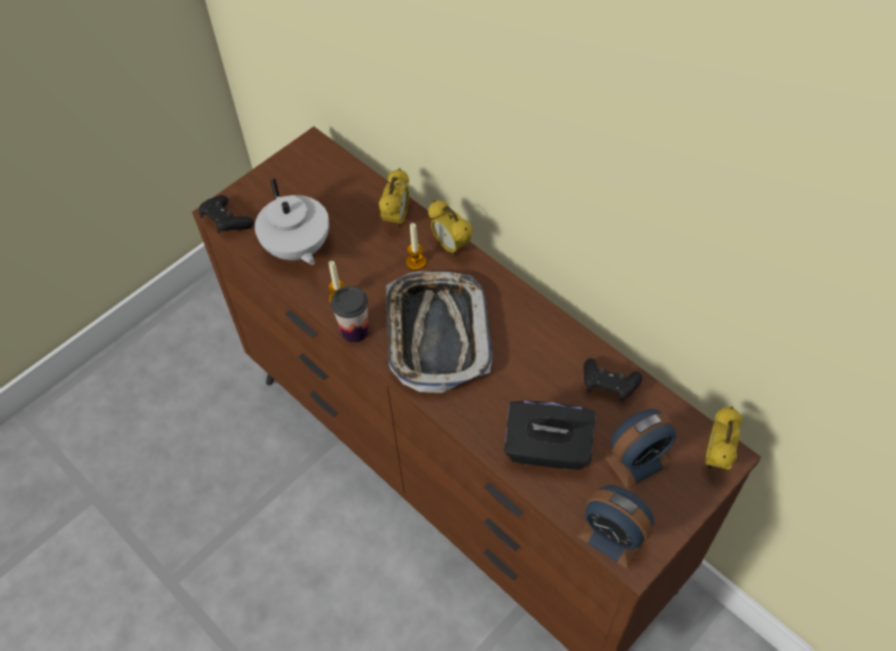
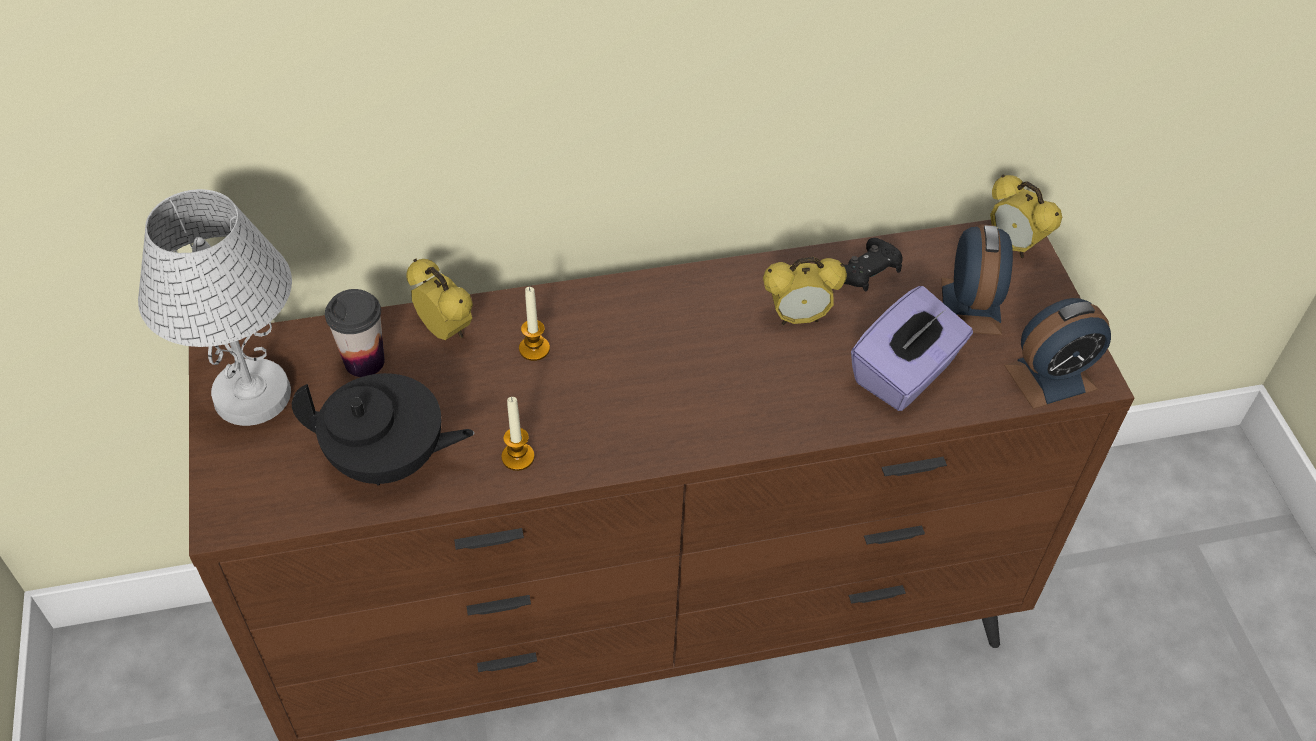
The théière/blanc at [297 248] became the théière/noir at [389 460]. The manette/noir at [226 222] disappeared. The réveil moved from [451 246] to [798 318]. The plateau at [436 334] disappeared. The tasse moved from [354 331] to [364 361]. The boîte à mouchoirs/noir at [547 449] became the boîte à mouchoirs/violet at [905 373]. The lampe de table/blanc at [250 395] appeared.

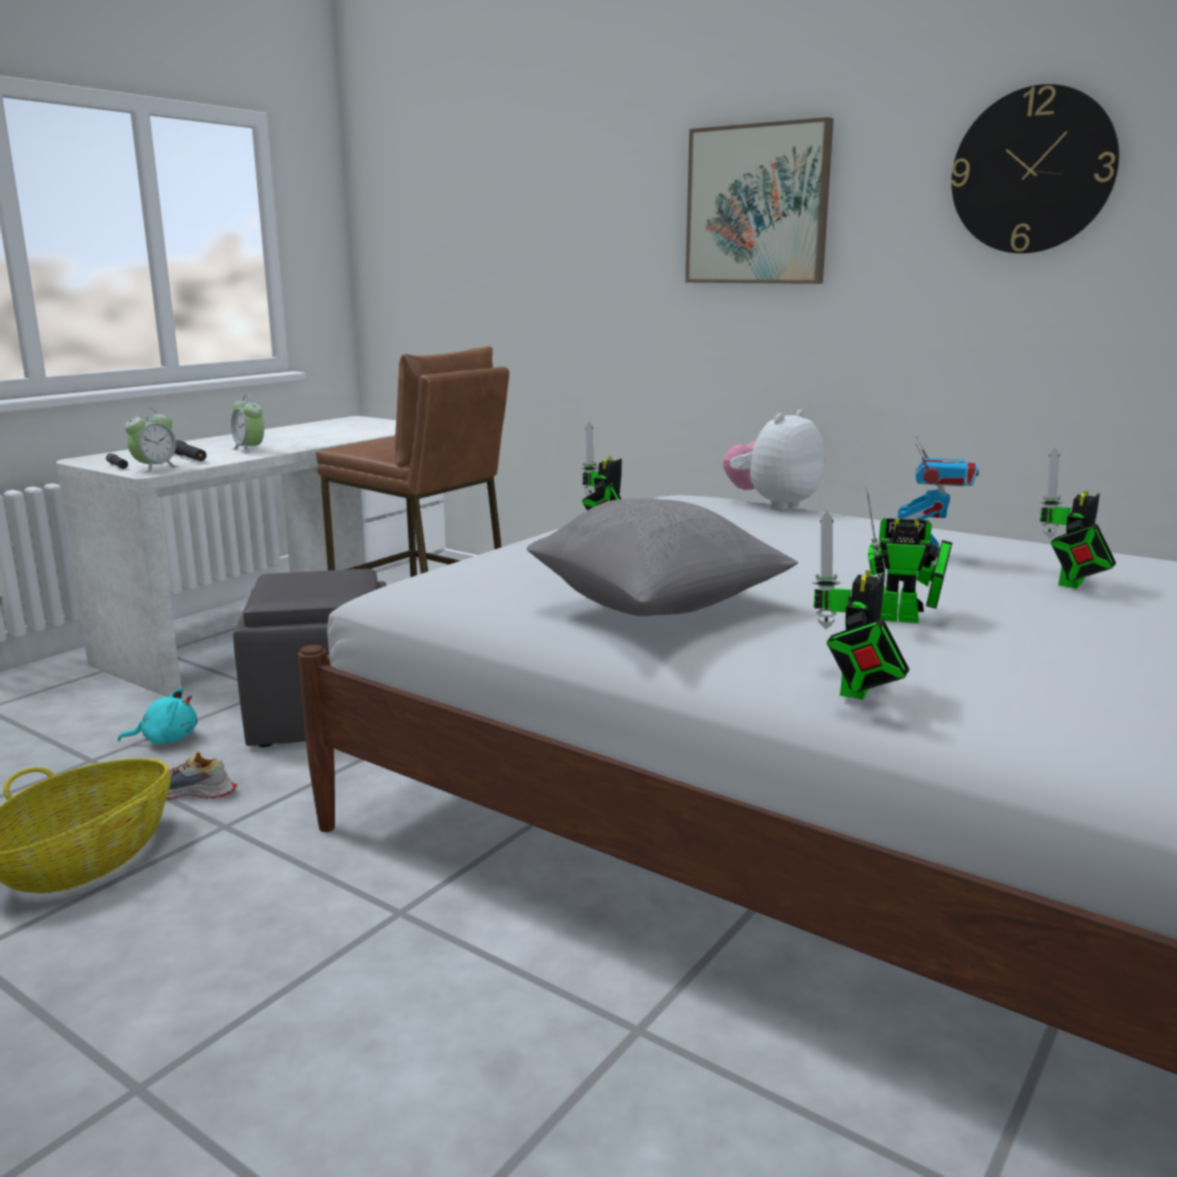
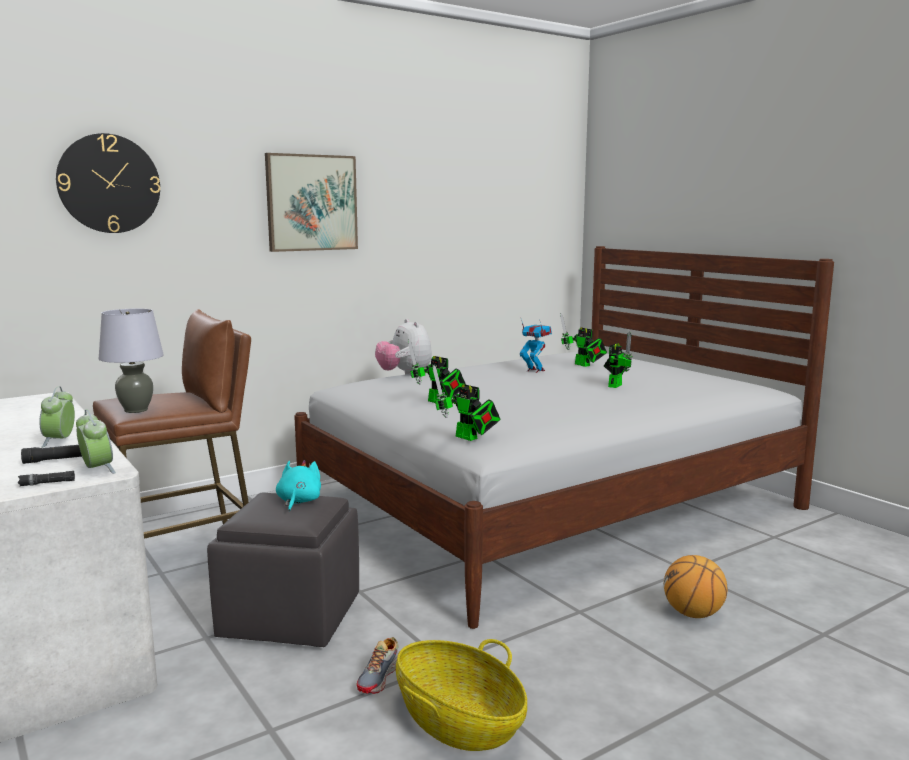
The horloge murale moved from [1032 171] to [109 183]. The réveil at [249 450] turned 105 degrees clockwise. The coussin/gris at [657 609] disappeared. The robot jouet moved from [854 692] to [469 438]. The peluche/turquoise moved from [166 739] to [298 501]. The lampe de table/gris at [136 410] appeared. The ballon de basket at [693 614] appeared.

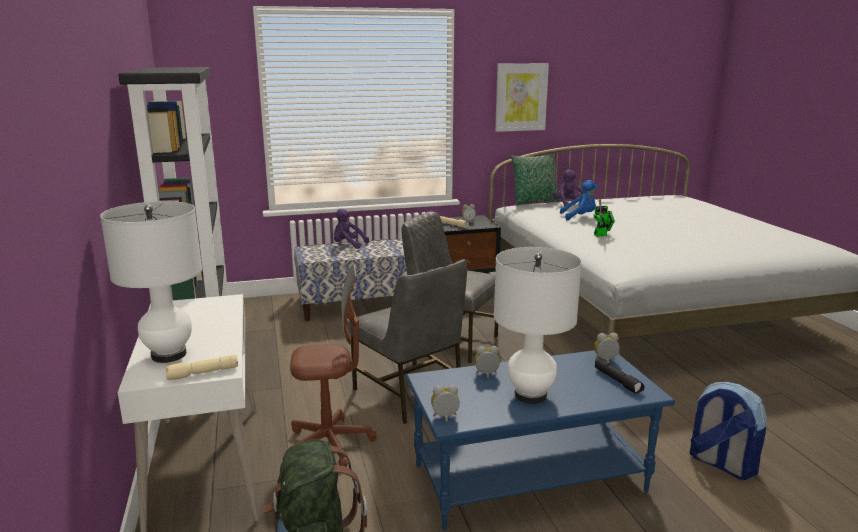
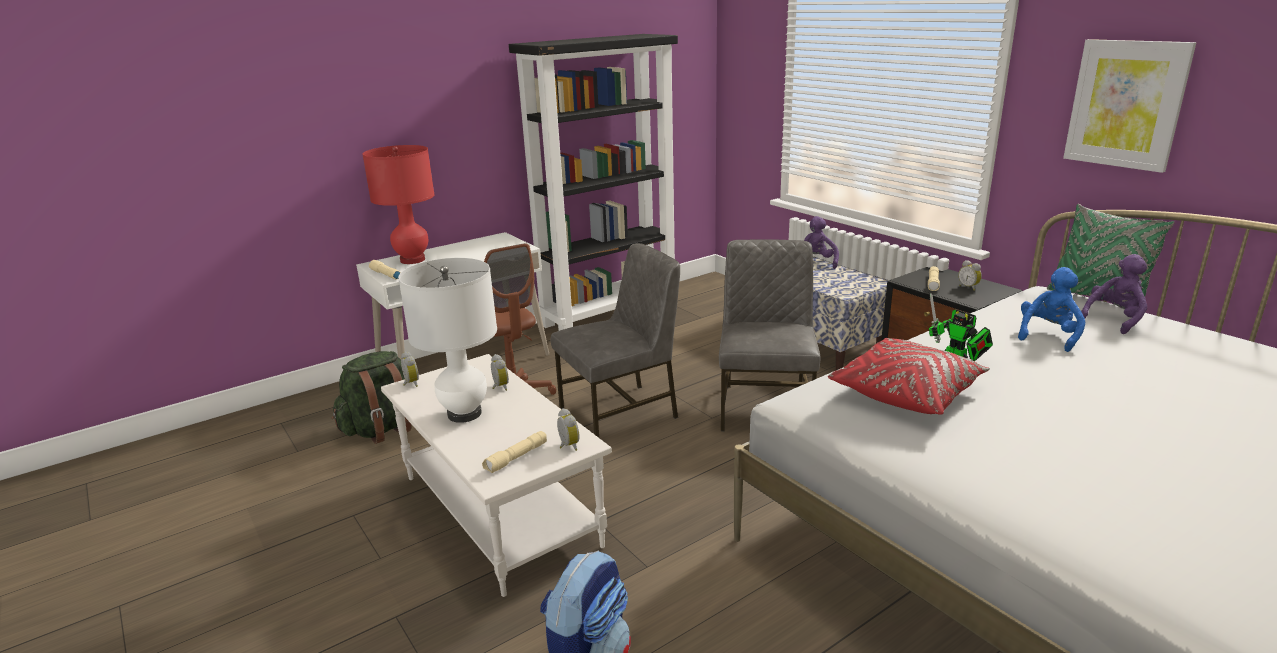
The peluche/bleu at [580 217] turned 120 degrees counterclockwise. The lampe de table/blanc at [168 355] became the lampe de table/rouge at [412 260]. The chaise/gris at [409 395] turned 150 degrees counterclockwise. The table basse/bleu at [529 479] became the table basse/blanc at [497 511]. The lampe de poche/noir at [618 381] became the lampe de poche/beige at [516 458]. The coussin/rouge at [906 392] appeared.

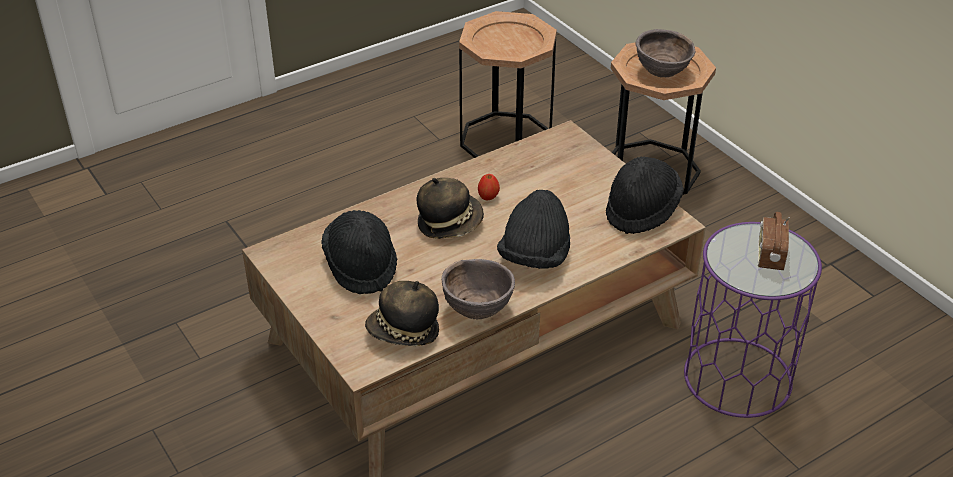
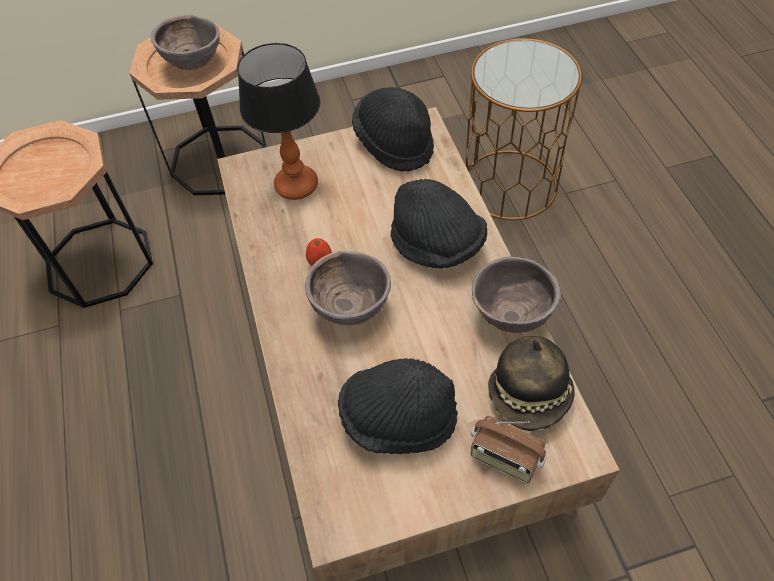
The chapeau at [449 223] was replaced by the bol/marron at [351 309]. The radio moved from [769 256] to [504 459]. The table d'appoint/violet at [737 378] became the table d'appoint/marron at [510 185]. The lampe de table at [295 186] appeared.

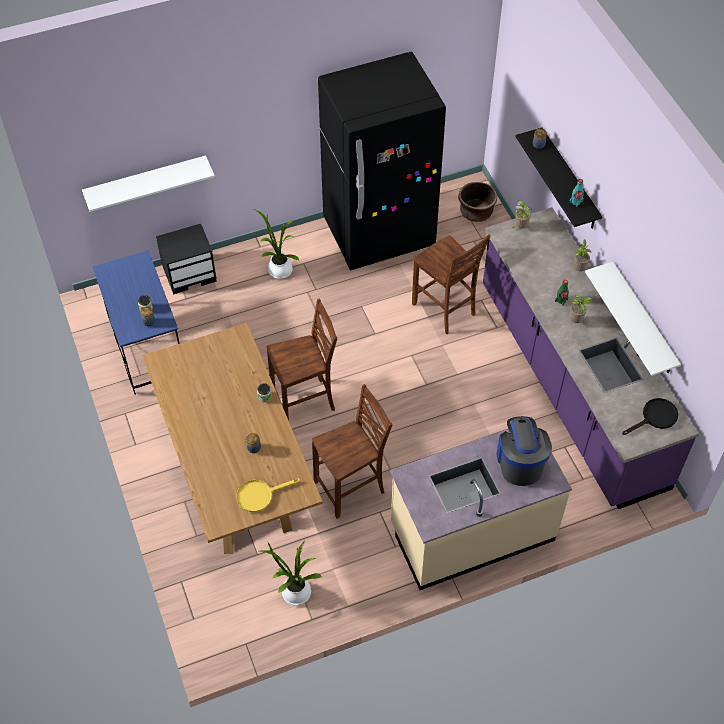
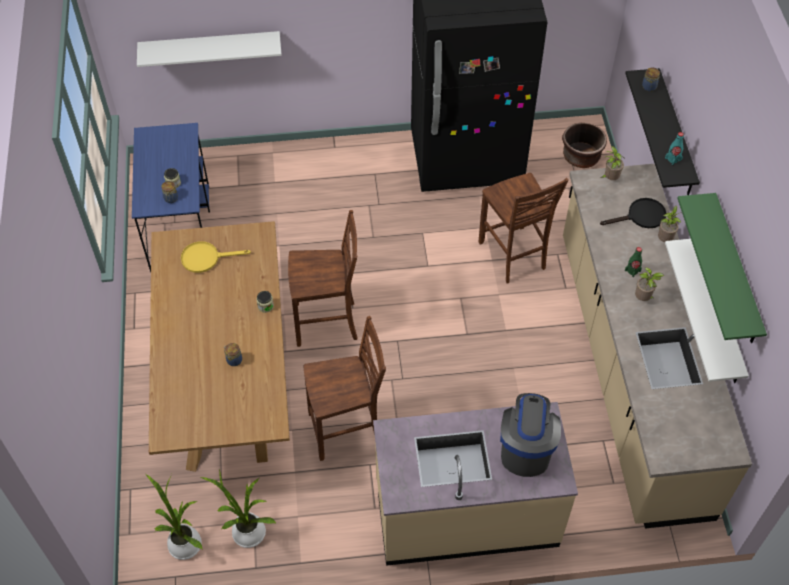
The comptoir de cuisine/violet at [570 385] became the comptoir de cuisine/beige at [630 371]. The plante en pot moved from [279 269] to [183 542]. The table de chevet/noir at [190 273] disappeared. The poêle/noir moved from [655 417] to [641 216]. The poêle/jaune moved from [259 495] to [206 258]. The étagère/vert at [735 271] appeared.

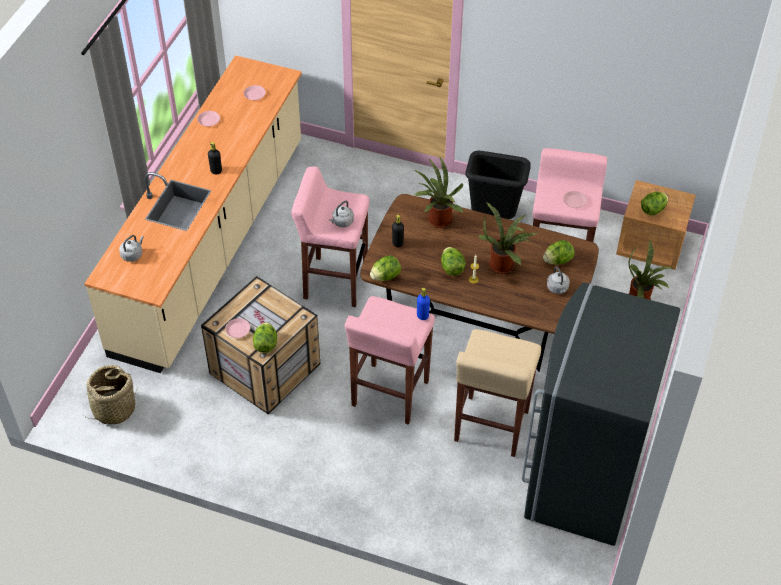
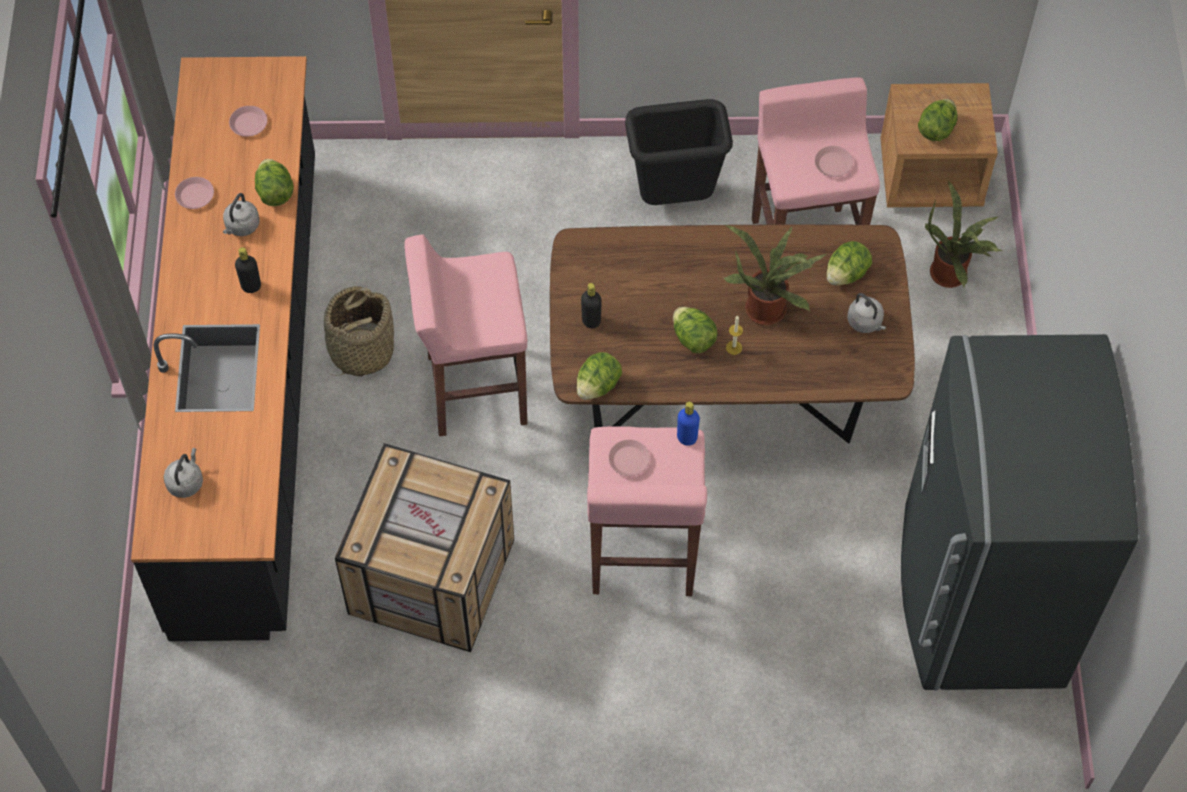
The comptoir de cuisine/beige at [212 245] became the comptoir de cuisine/noir at [250 389]. The plante en pot at [437 221] disappeared. The bouilloire/gris moved from [342 222] to [241 226]. The assiette/rose moved from [238 330] to [629 460]. The laitue moved from [265 344] to [275 192]. The tabouret/beige at [491 427] disappeared. The panier moved from [114 408] to [361 351].

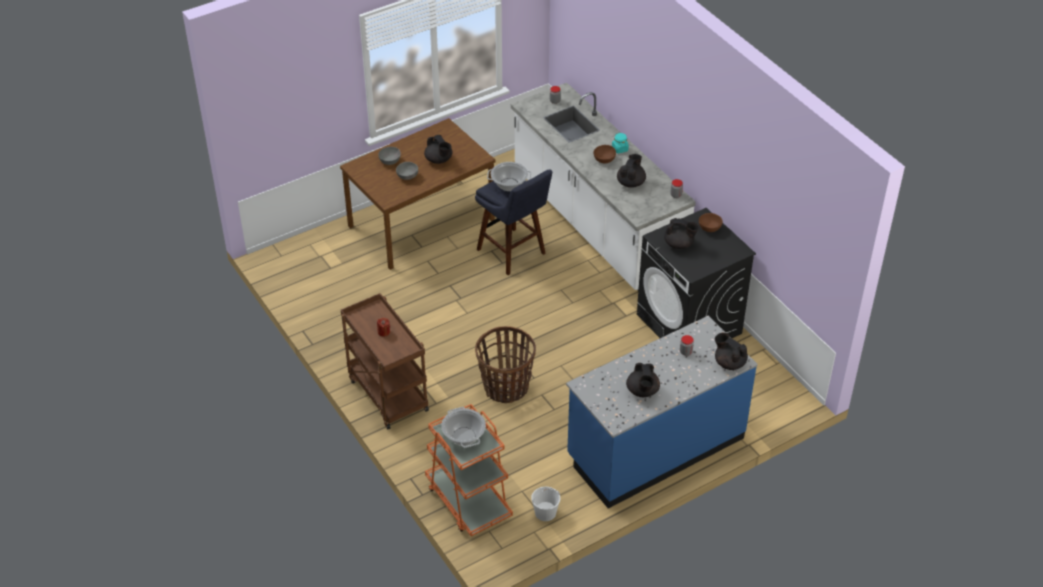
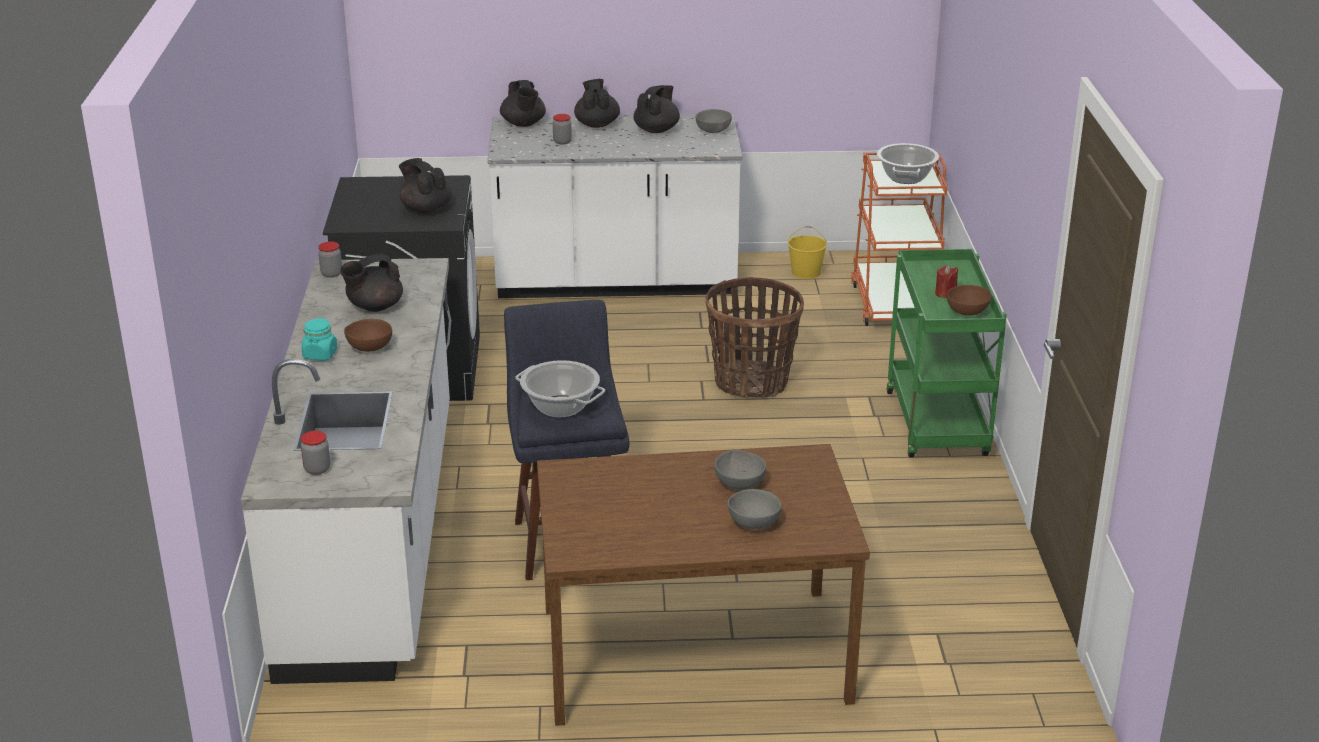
The théière/noir moved from [439 160] to [597 124]. The bol/marron moved from [708 228] to [968 312]. The chariot/marron at [386 394] became the chariot/vert at [938 426]. The comptoir de cuisine/bleu at [655 447] became the comptoir de cuisine/blanc at [616 281]. The seau/blanc at [545 512] became the seau/jaune at [806 272]. The bol/gris at [713 131] appeared.

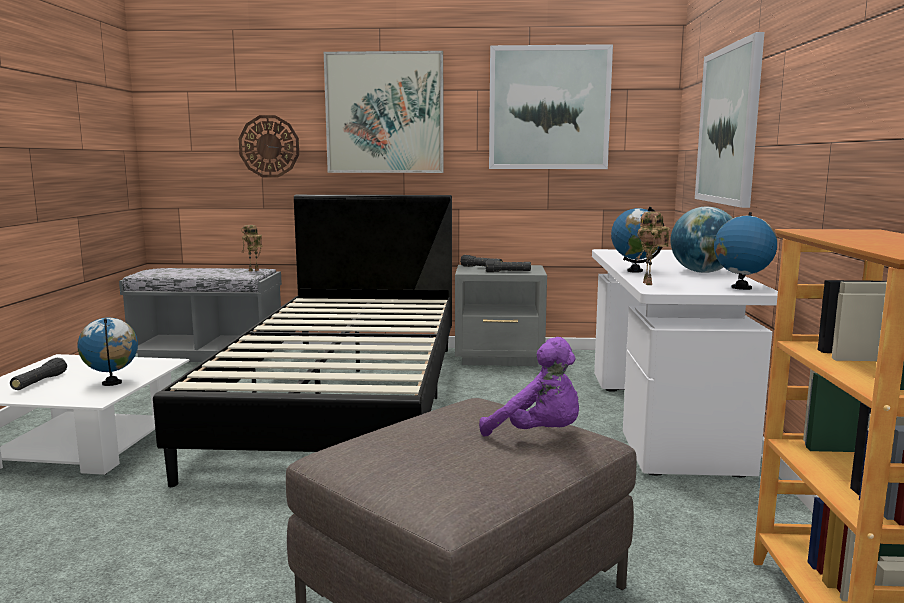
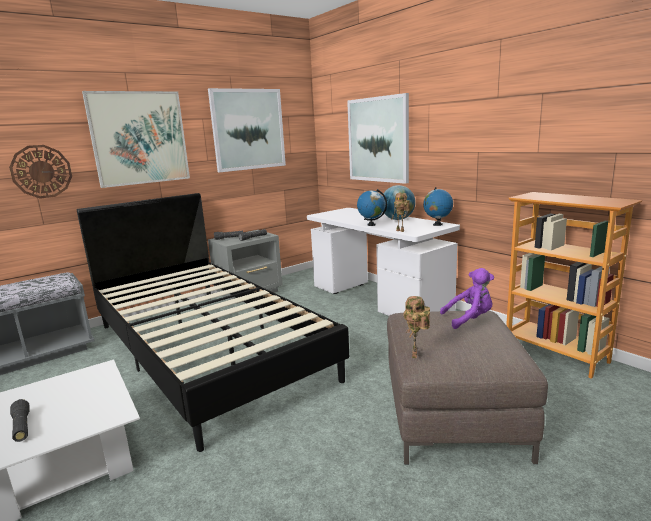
The robot jouet moved from [253 271] to [416 355]. The globe at [112 383] disappeared.

